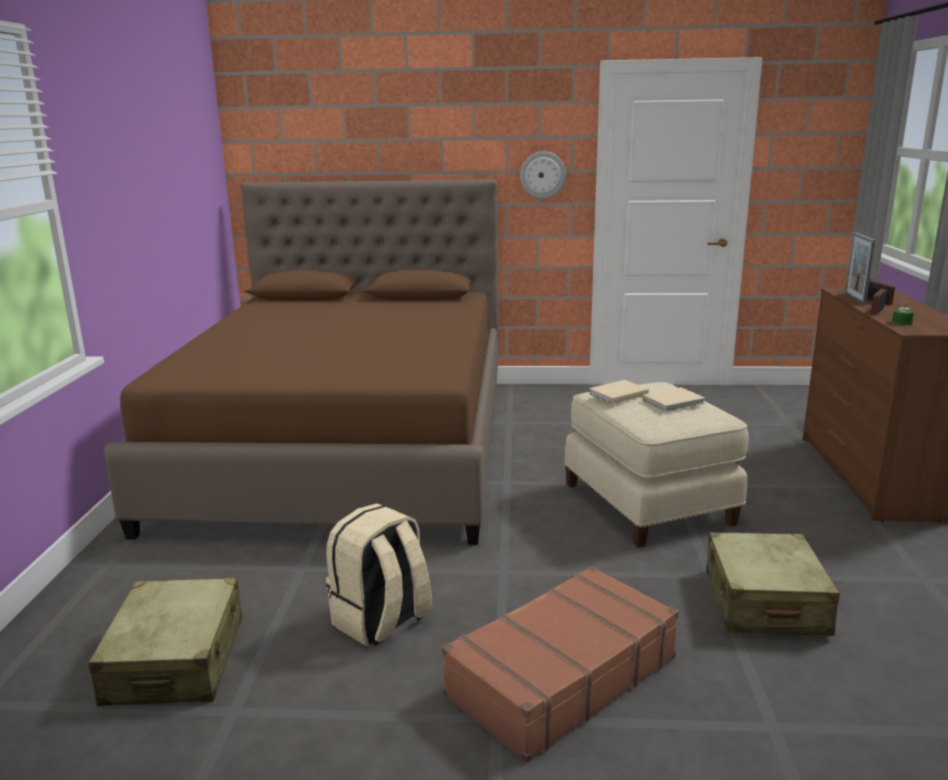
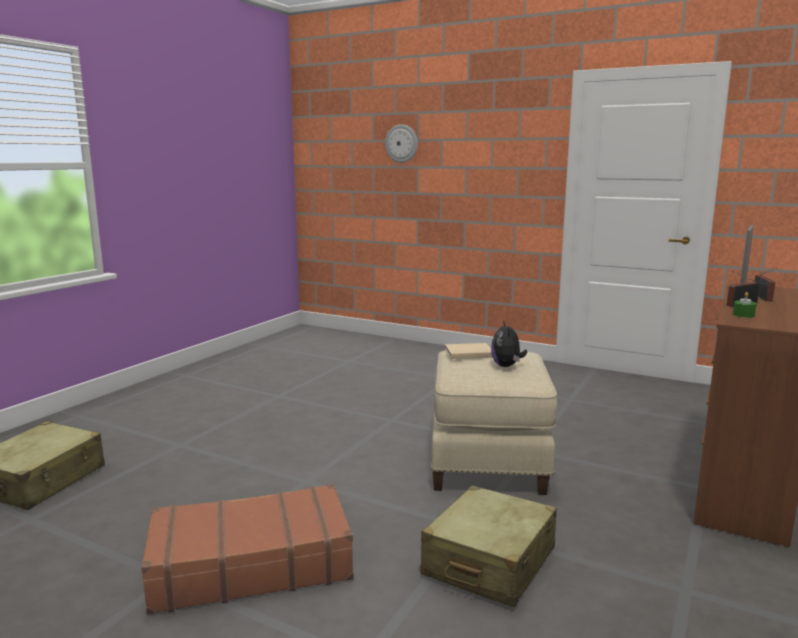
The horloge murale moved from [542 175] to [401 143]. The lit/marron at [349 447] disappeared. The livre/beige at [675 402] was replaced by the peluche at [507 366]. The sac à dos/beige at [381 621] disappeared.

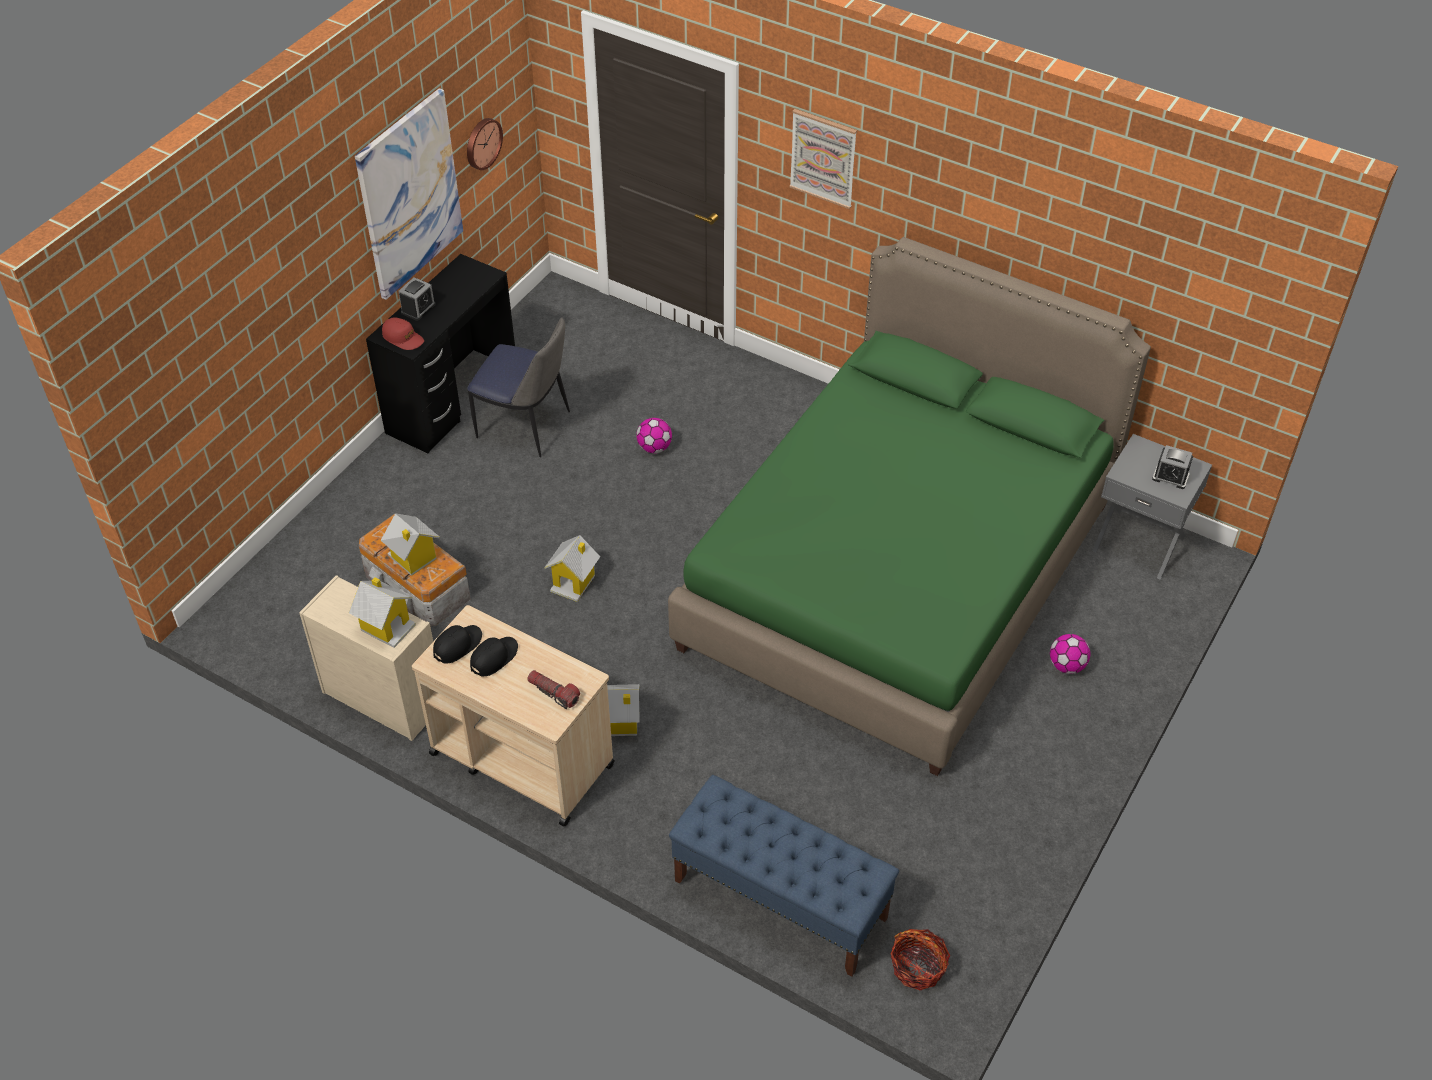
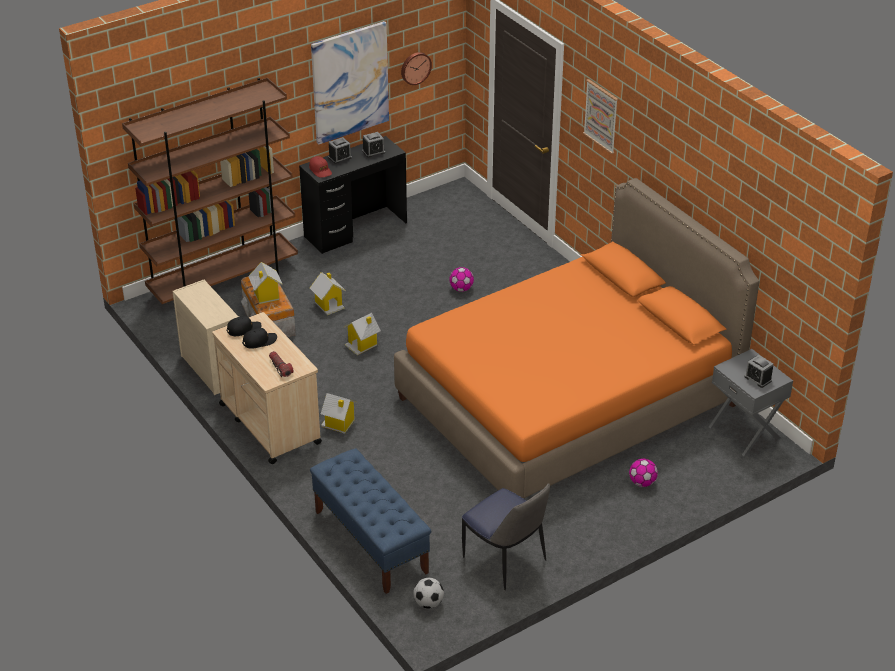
The lit/vert at [898 575] became the lit/orange at [567 401]. The chaise moved from [526 426] to [506 561]. The maison miniature moved from [386 626] to [329 304]. The panier at [918 967] was replaced by the ballon de foot at [428 603]. The bibliothèque/marron at [224 281] appeared. The réveil at [373 152] appeared.

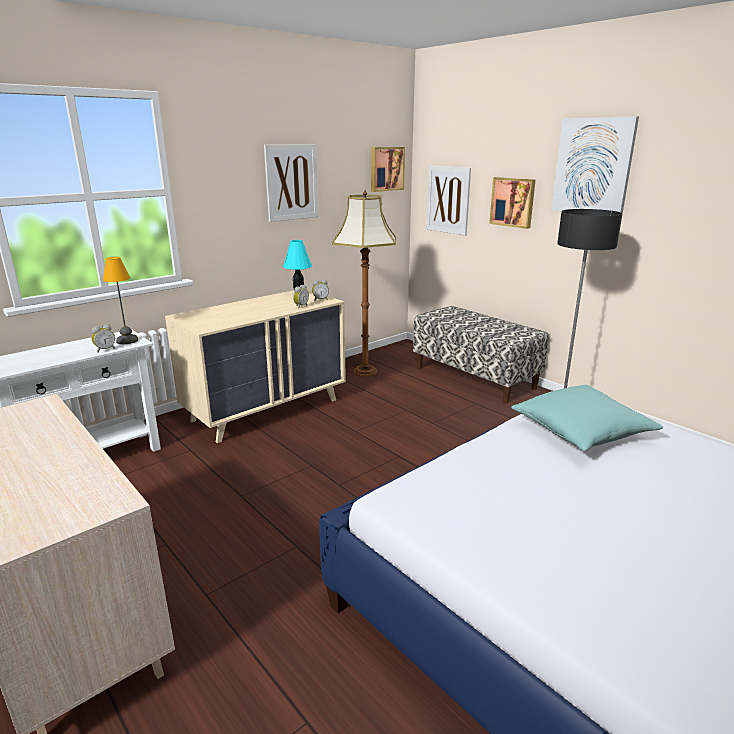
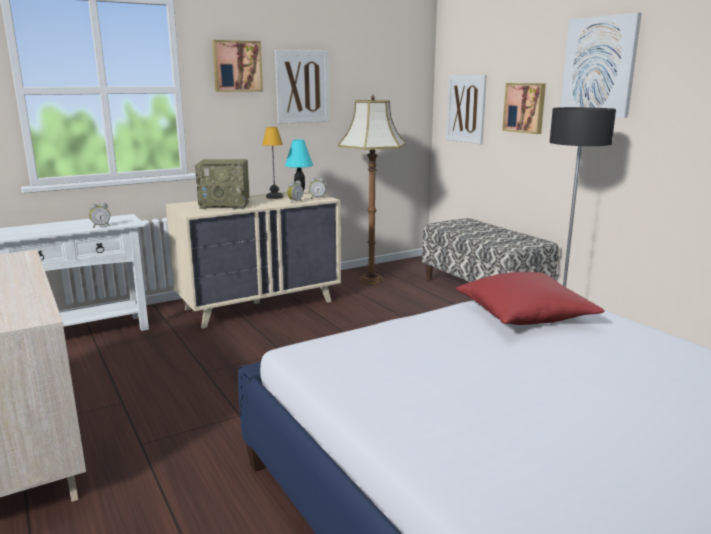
The tableau moved from [386 169] to [237 66]. The lampe de table moved from [127 340] to [274 197]. The coussin/turquoise at [581 432] became the coussin/rouge at [524 316]. The radio at [226 205] appeared.

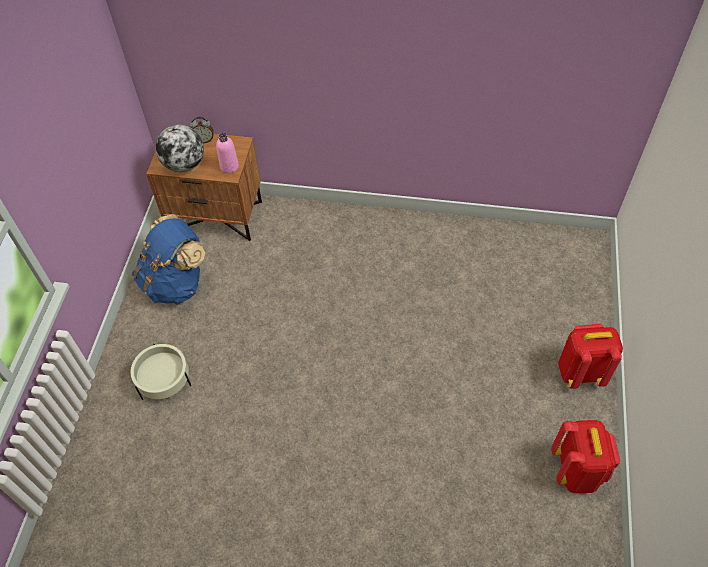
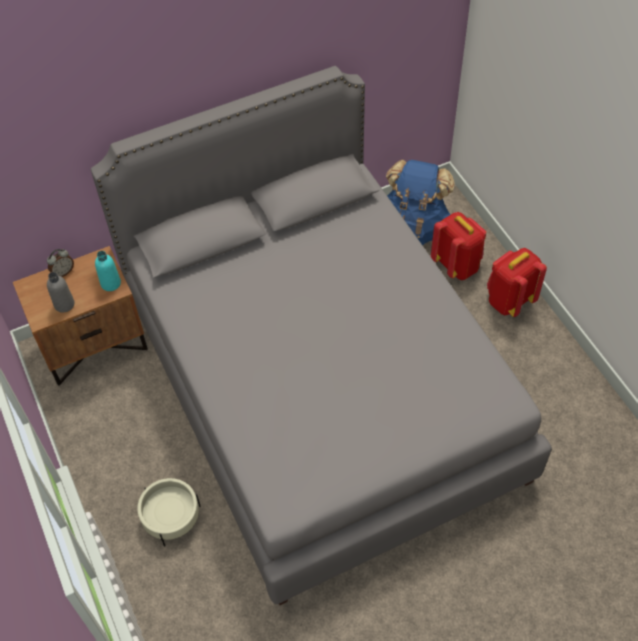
The globe at [184 164] was replaced by the bouteille/gris at [64 304]. The bouteille/rose at [229 166] became the bouteille/turquoise at [110 283]. The sac à dos/bleu moved from [176 283] to [413 226]. The sac à dos/rouge moved from [577 470] to [457 265]. The lit/gris at [320 387] appeared.

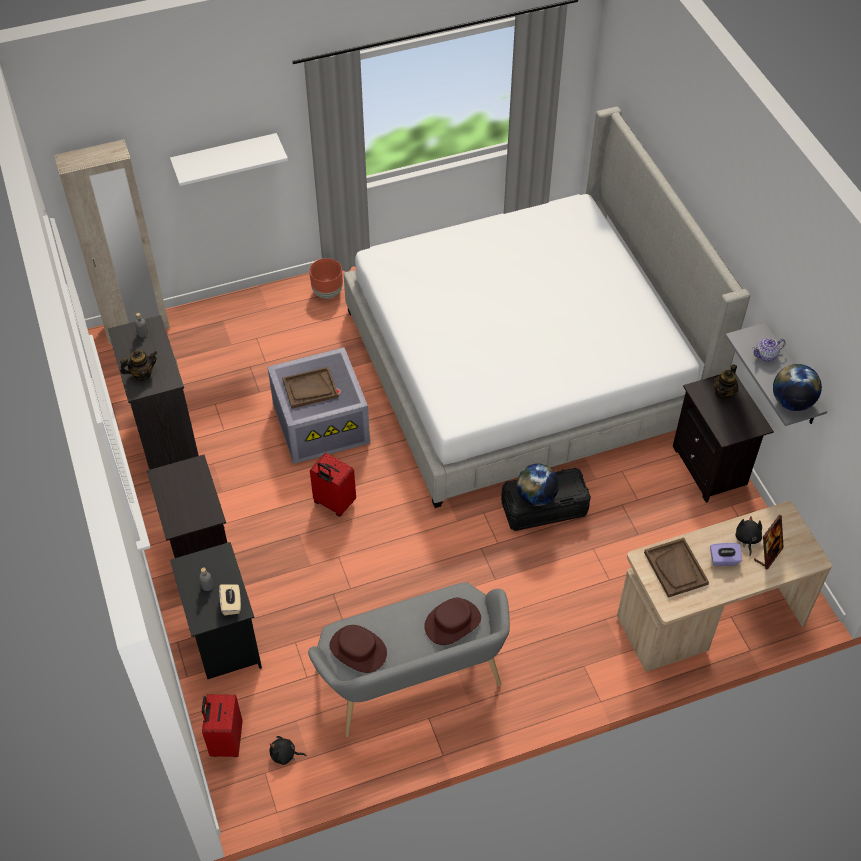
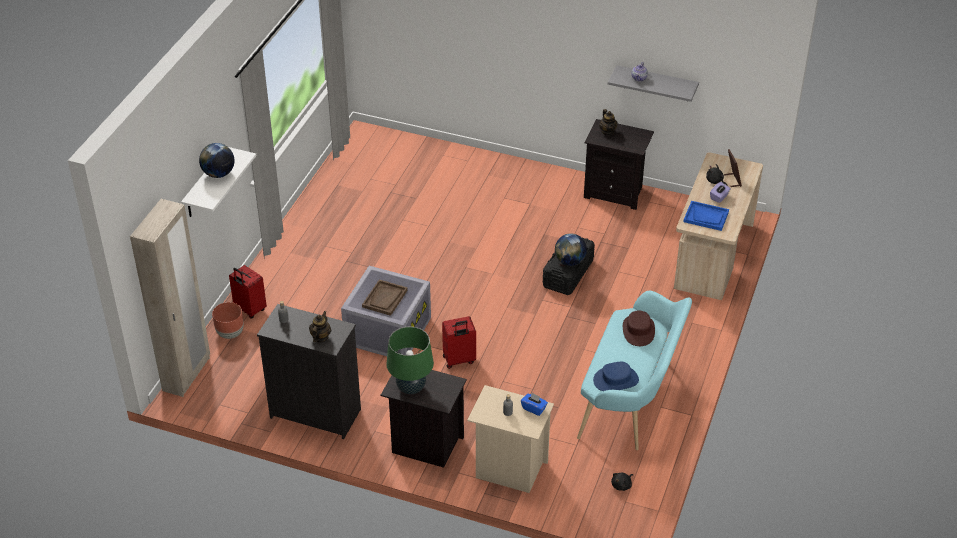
The lit at [523 366] disappeared. The cache-pot/marron moved from [327 292] to [230 333]. The globe moved from [791 402] to [218 174]. The plateau/marron at [676 568] became the plateau/bleu at [706 217]. The table de chevet/noir at [224 641] became the table de chevet/beige at [508 469]. The banc/gris at [413 685] became the banc/turquoise at [631 400]. The boîte à mouchoirs/beige at [231 604] became the boîte à mouchoirs/bleu at [534 408]. The chapeau/marron at [357 650] became the chapeau/bleu at [616 380]. The valise/rouge moved from [226 741] to [249 309]. The lampe de table/vert at [411 388] appeared.

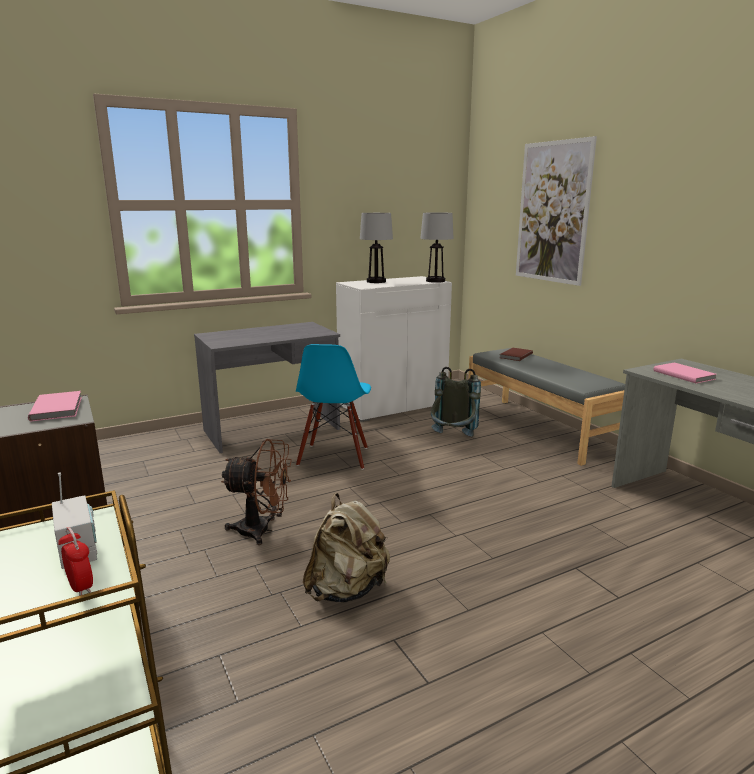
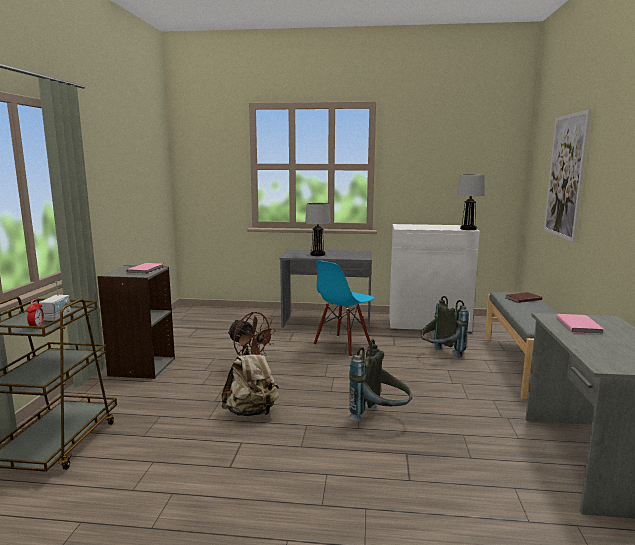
The lampe de table moved from [376 281] to [317 254]. The sac à dos/gris at [380 418] appeared.

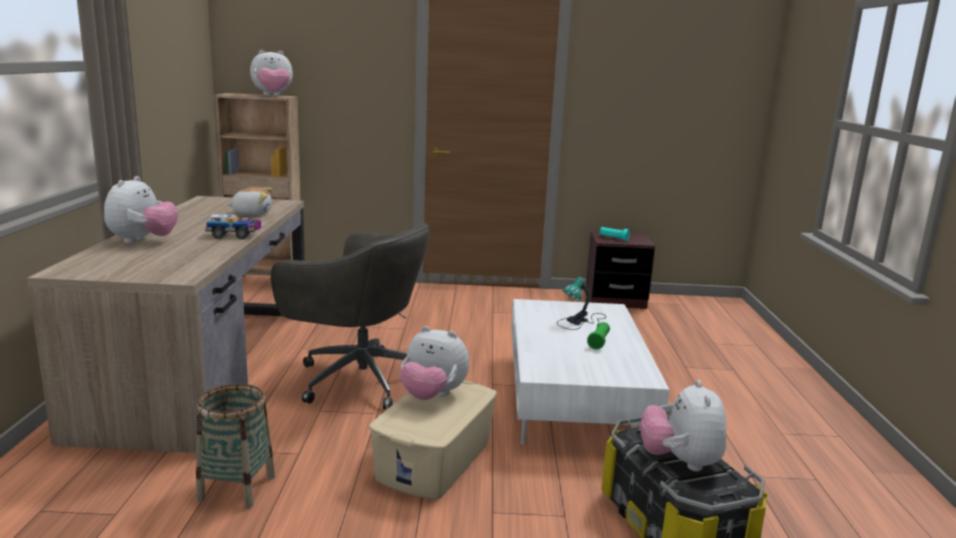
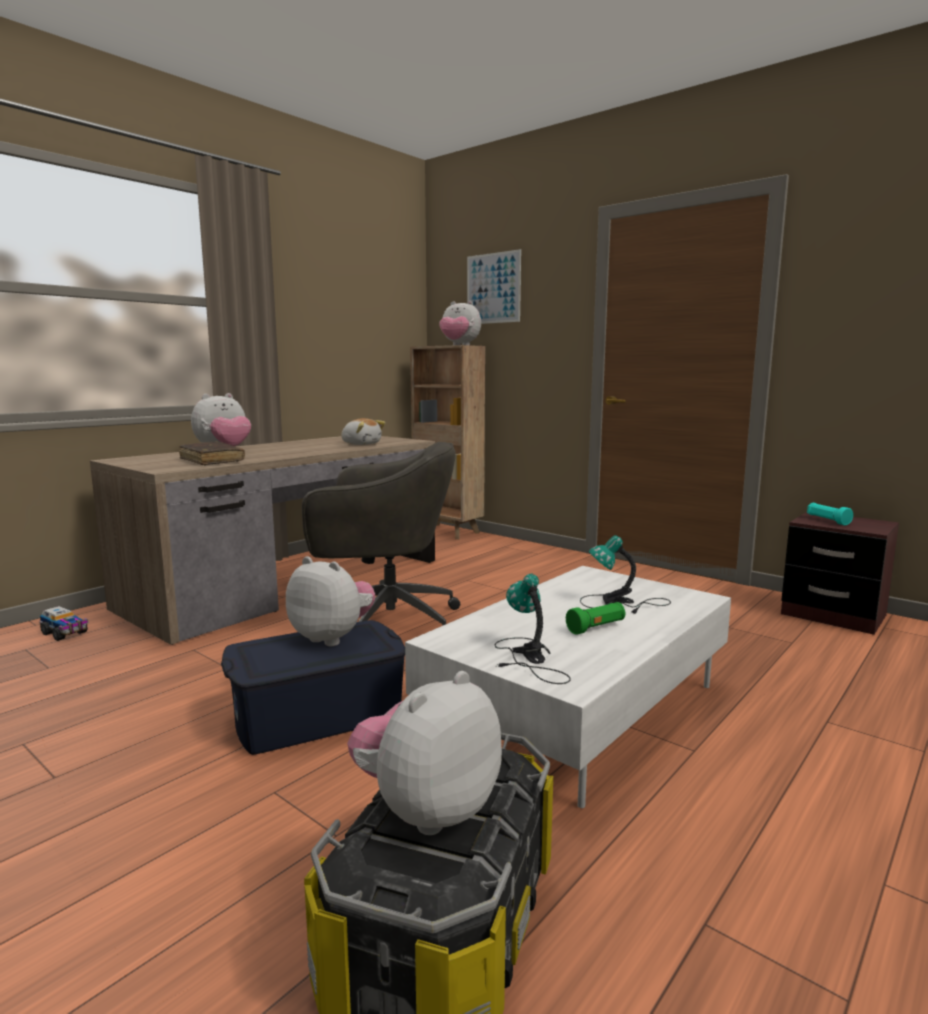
The camion jouet moved from [234 235] to [65 633]. The chaise de bureau/gris at [358 379] turned 60 degrees counterclockwise. The peluche at [432 396] turned 150 degrees clockwise. The boîte de rangement/beige at [435 460] became the boîte de rangement/bleu at [319 716]. The panier at [236 488] disappeared. The tableau at [493 288] appeared. The livre/marron at [212 461] appeared. The lampe de table at [528 658] appeared.

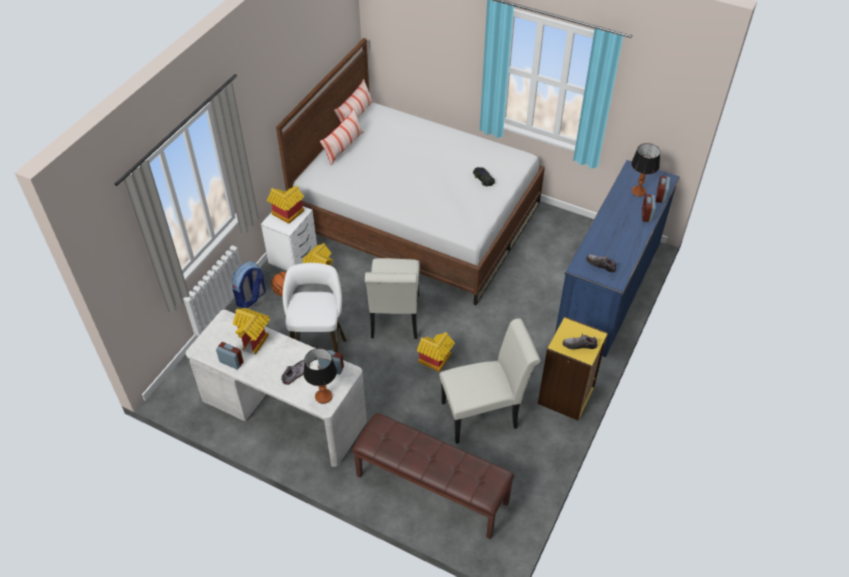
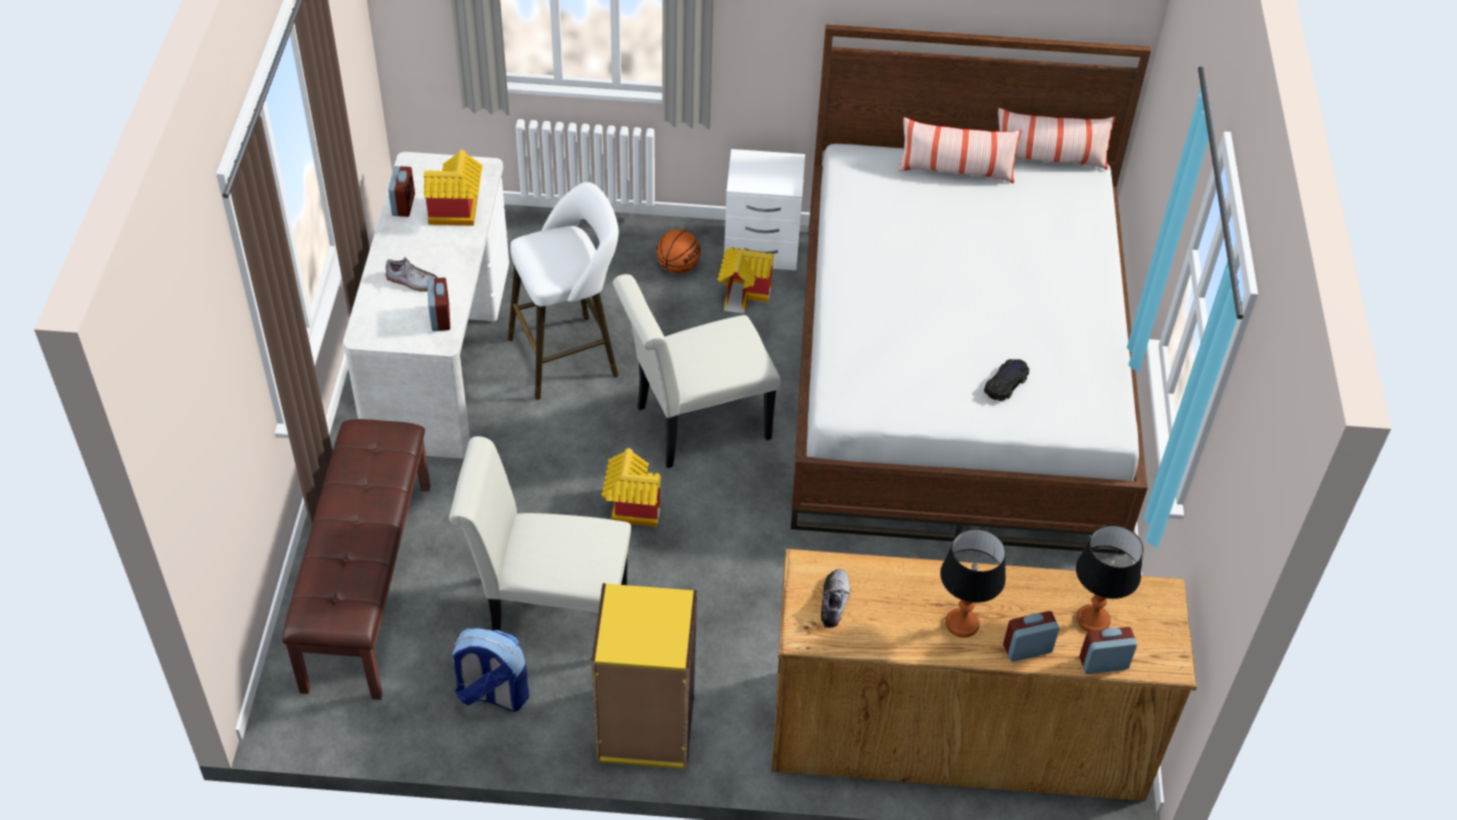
The commode/bleu at [609 289] became the commode/marron at [956 734]. The maison miniature at [287 215] disappeared. The sac à dos moved from [251 298] to [491 694]. The chaise/blanc at [484 414] turned 135 degrees clockwise. The chaussure at [579 345] disappeared. The lampe de table moved from [323 397] to [961 624].

